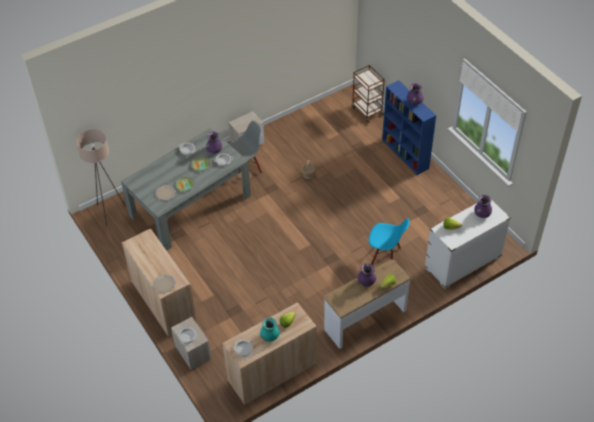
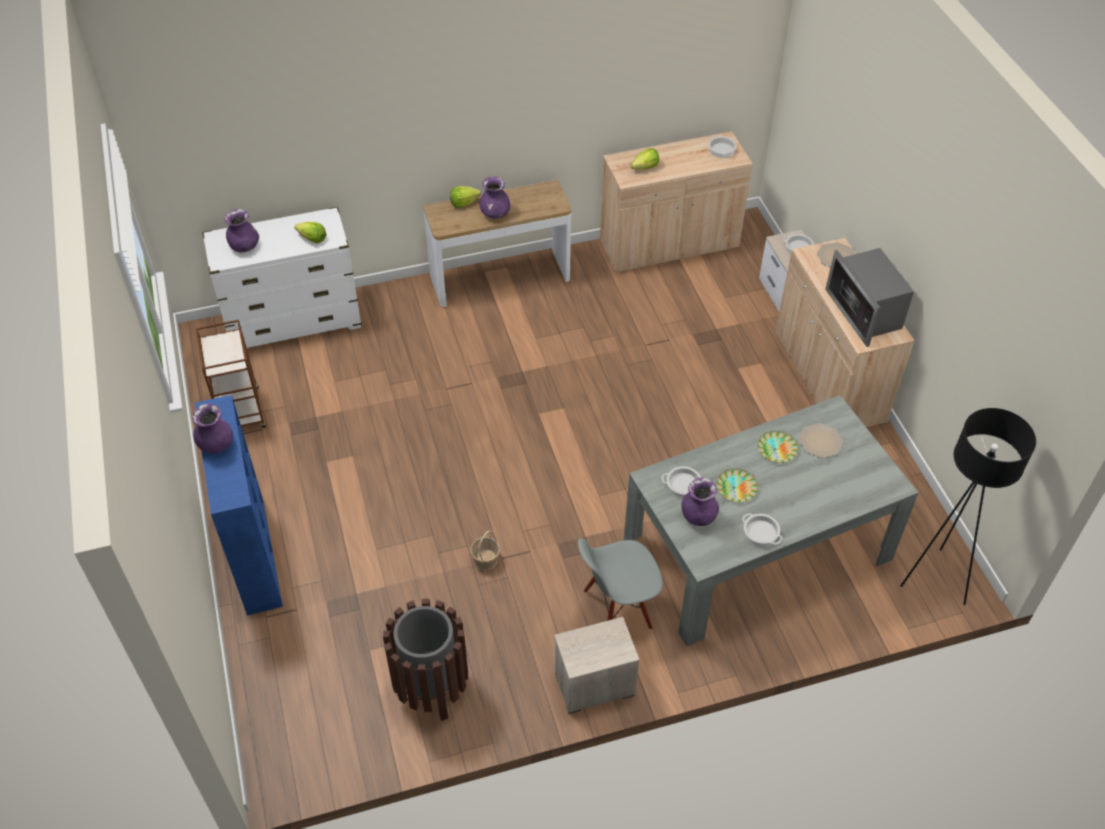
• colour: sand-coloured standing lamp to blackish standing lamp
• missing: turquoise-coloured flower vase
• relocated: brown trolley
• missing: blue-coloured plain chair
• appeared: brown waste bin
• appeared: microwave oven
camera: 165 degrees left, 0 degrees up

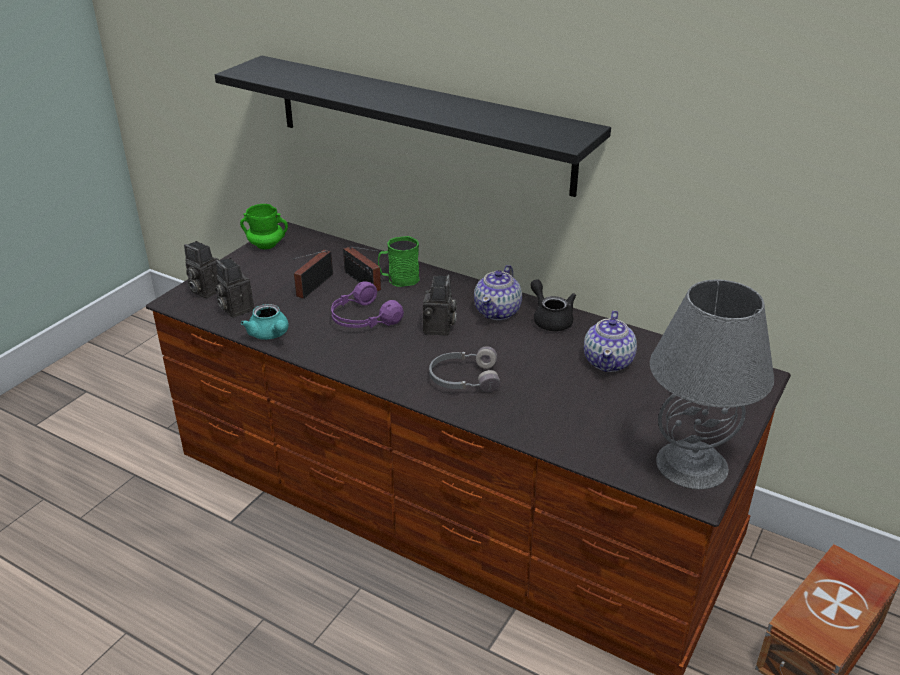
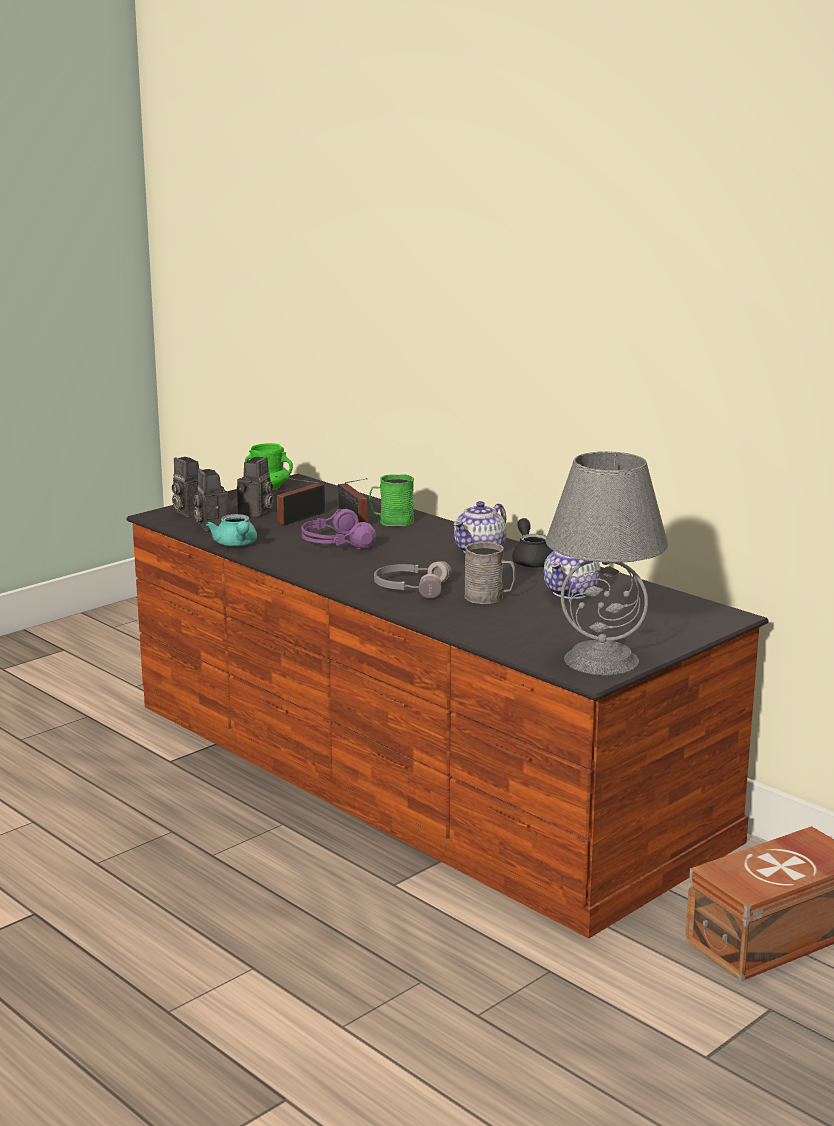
• missing: blackish wall shelf
• relocated: still camera (no. 3 from left)
• appeared: gray mug
camera: 15 degrees right, 15 degrees down

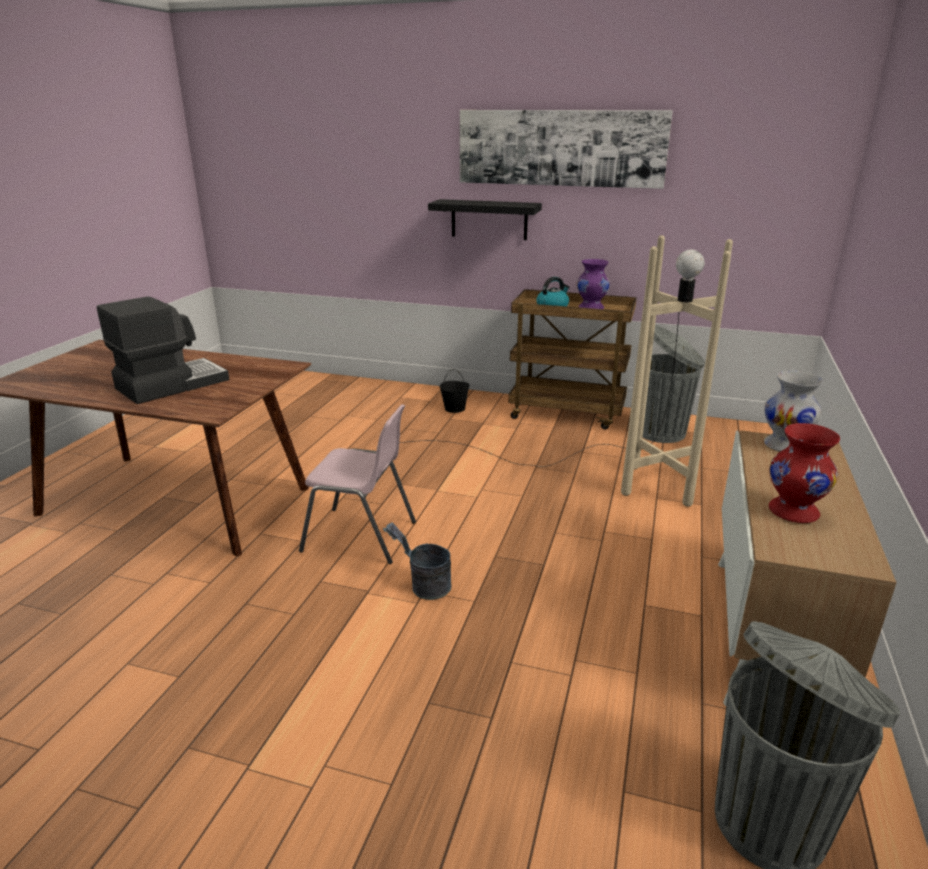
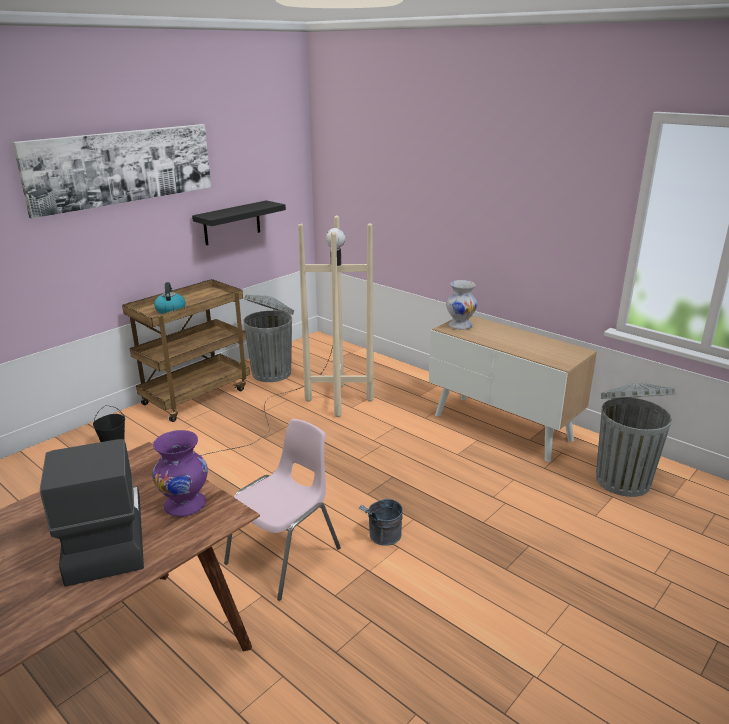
• relocated: blackish wall shelf
• relocated: purple flower vase
• missing: reddish flower vase
camera: 65 degrees left, 0 degrees up

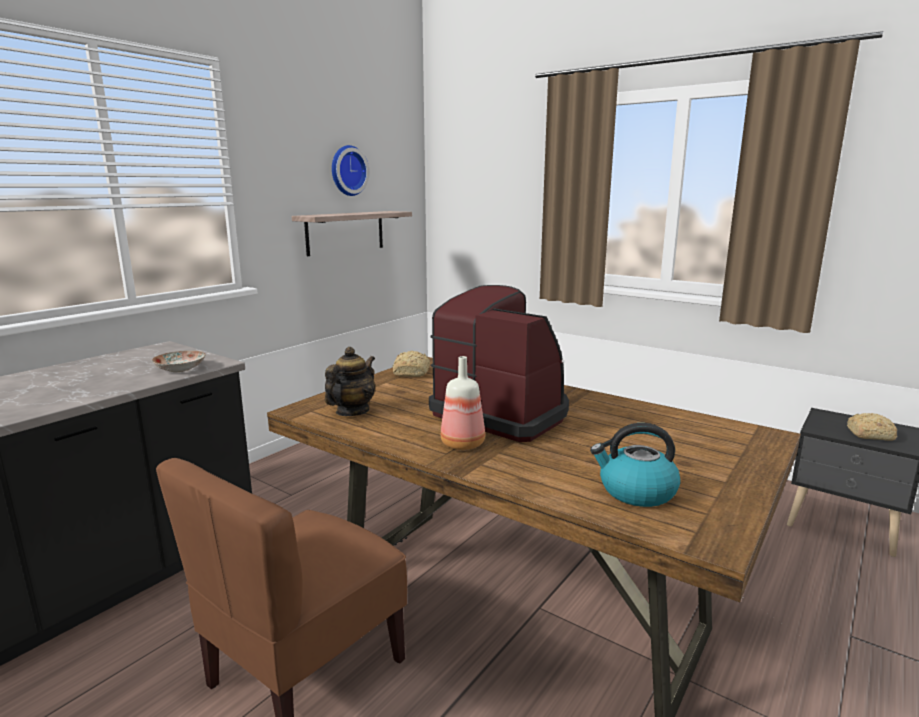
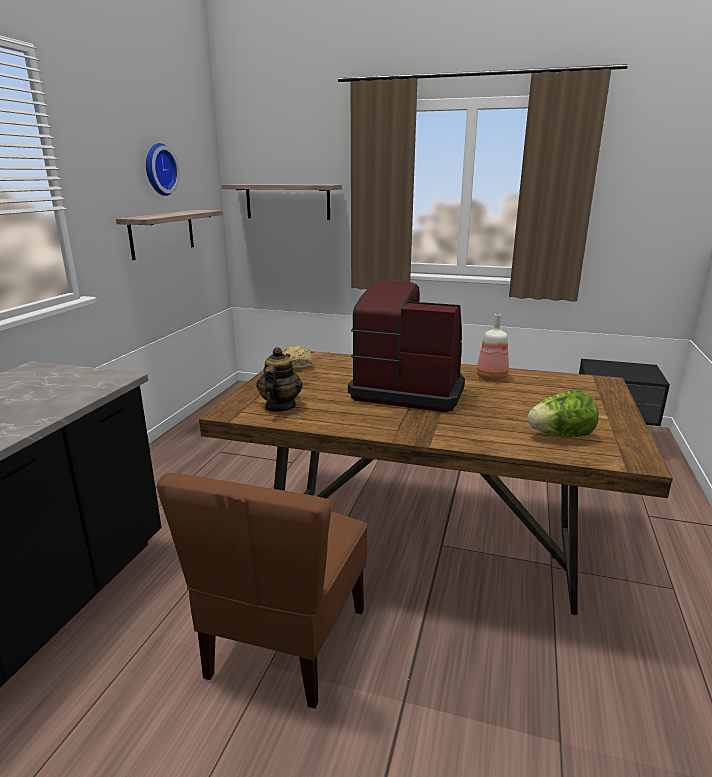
• missing: plate
• relocated: drink bottle
• exchanged: kettle to head of lettuce
• missing: baked bread (no. 2 from left)
• appeared: wall shelf (no. 2 from left)
camera: 20 degrees left, 5 degrees up

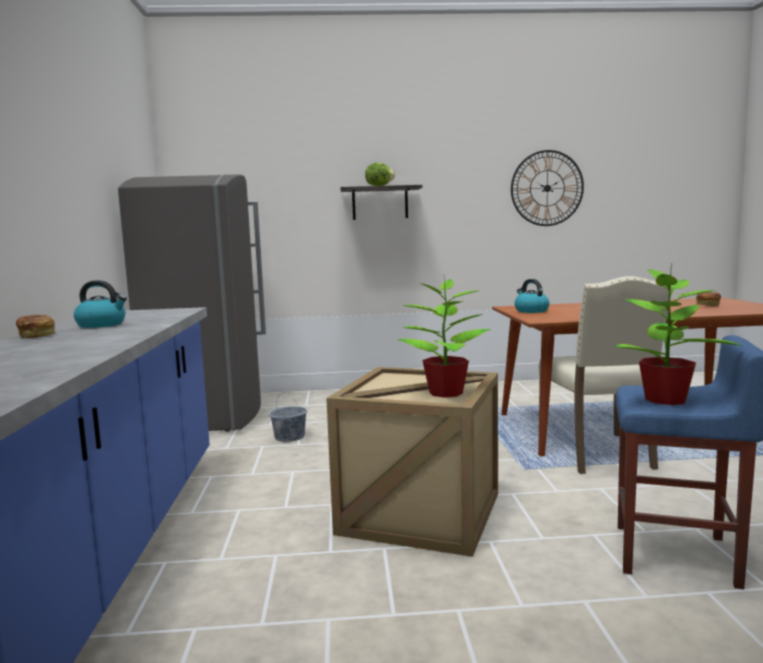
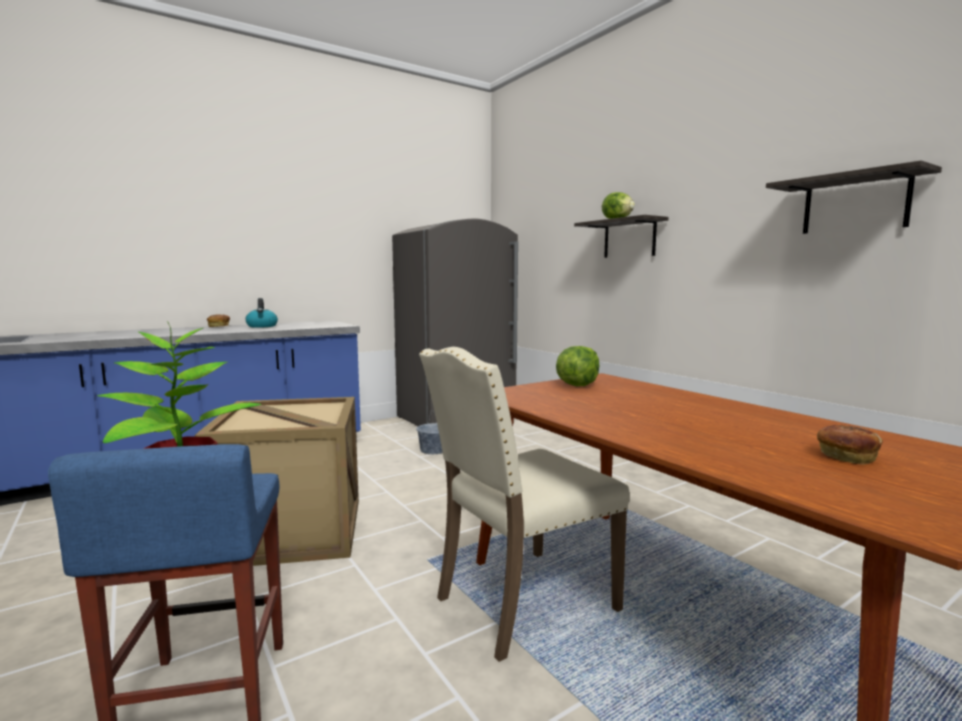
• missing: potted plant (no. 1 from left)
• exchanged: clock on the wall to wall shelf (no. 2 from left)
• exchanged: kettle (no. 2 from left) to head of lettuce (no. 1 from left)
camera: 60 degrees right, 0 degrees up

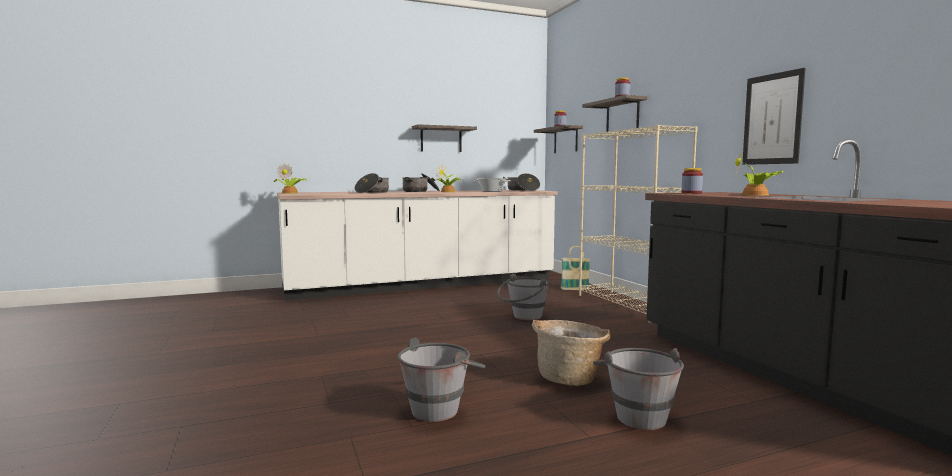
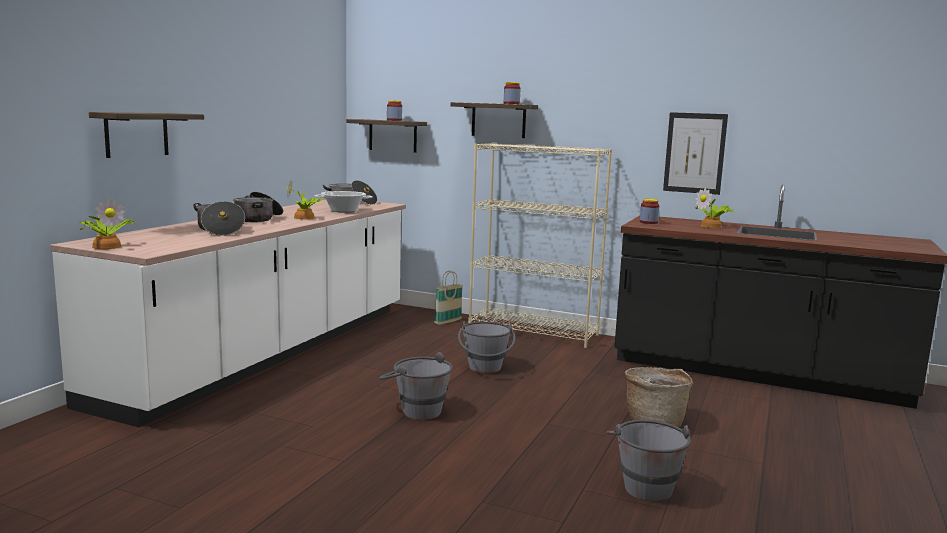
• relocated: wall shelf (no. 1 from left)
• relocated: gray water bucket (no. 3 from left in the first image) to gray water bucket (no. 1 from left)
camera: 45 degrees left, 5 degrees up

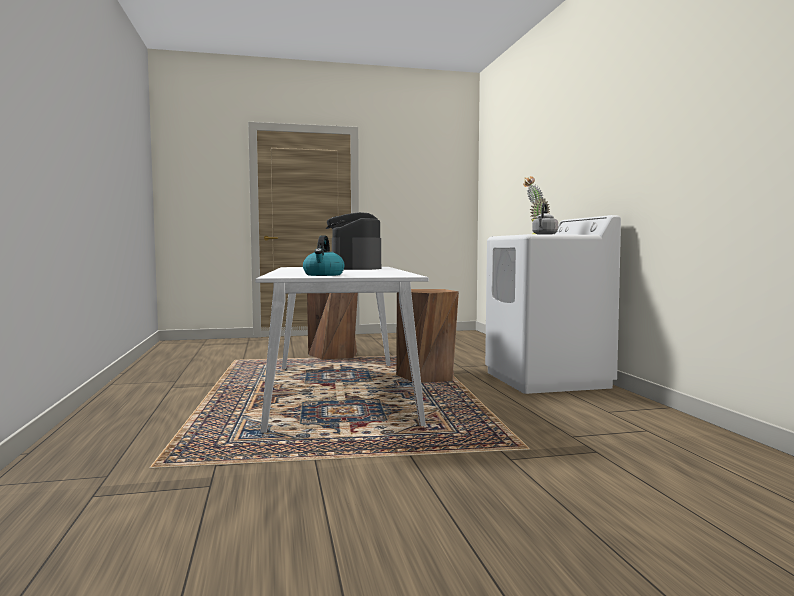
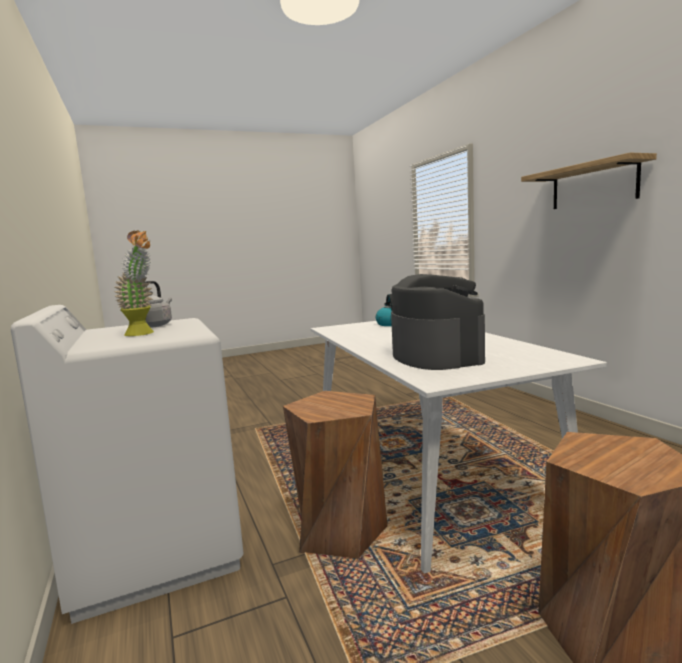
• appeared: wall shelf
camera: 170 degrees right, 5 degrees up

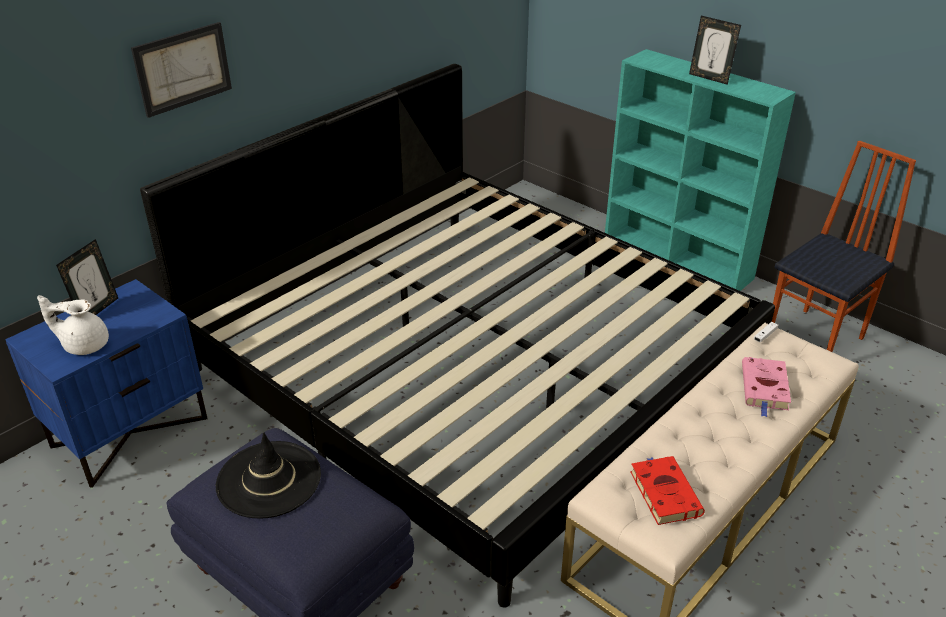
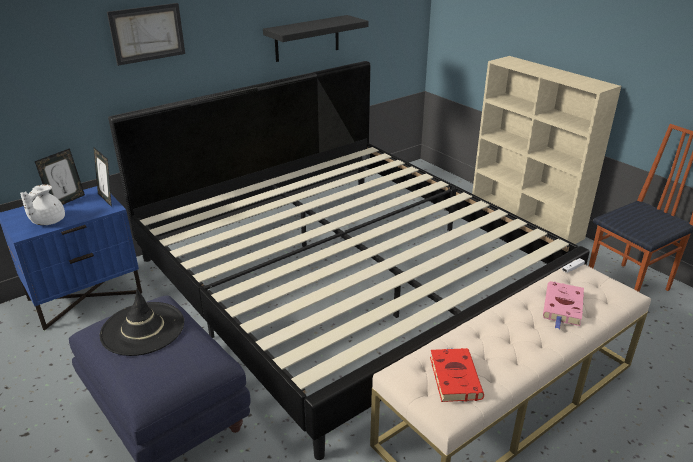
• spun: white-coloured tea pot 90 degrees counterclockwise
• colour: turquoise-coloured bookshelf to sand-coloured bookshelf
• relocated: standing frame (no. 2 from left)
• appeared: blackish wall shelf
camera: 10 degrees right, 5 degrees down

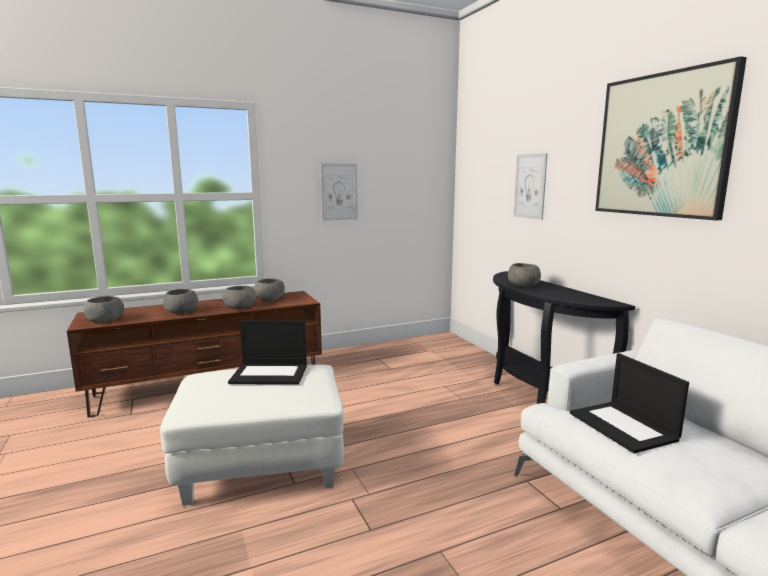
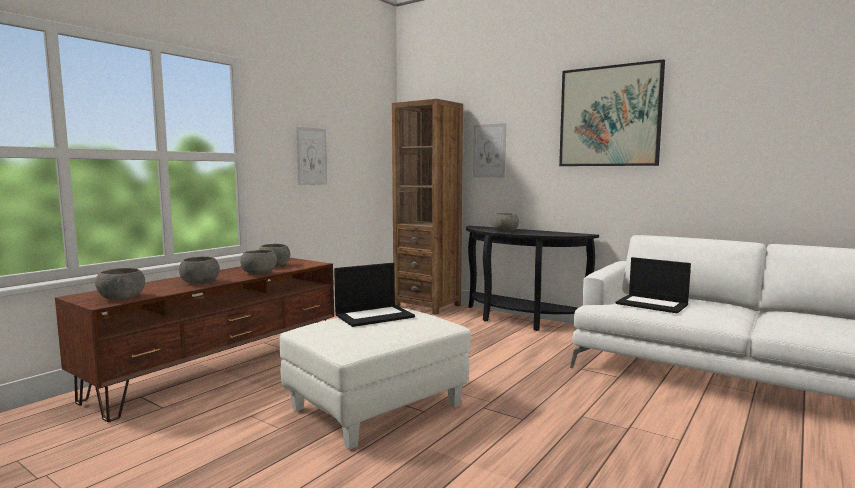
• appeared: brown bookshelf
camera: 30 degrees left, 5 degrees down

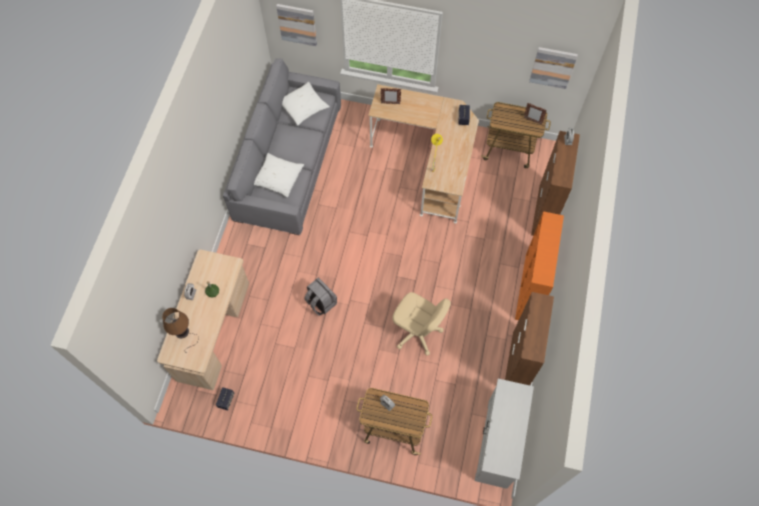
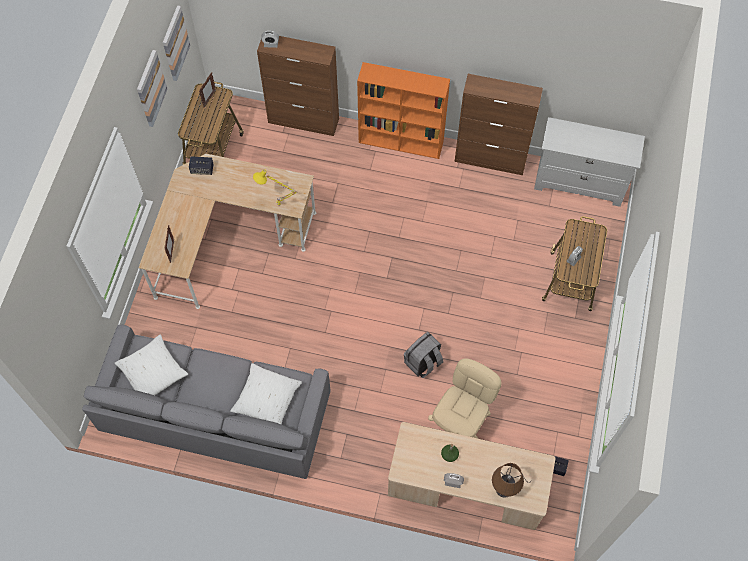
• relocated: wall picture (no. 1 from left)
• relocated: sand-coloured office chair
camera: 90 degrees left, 0 degrees up

